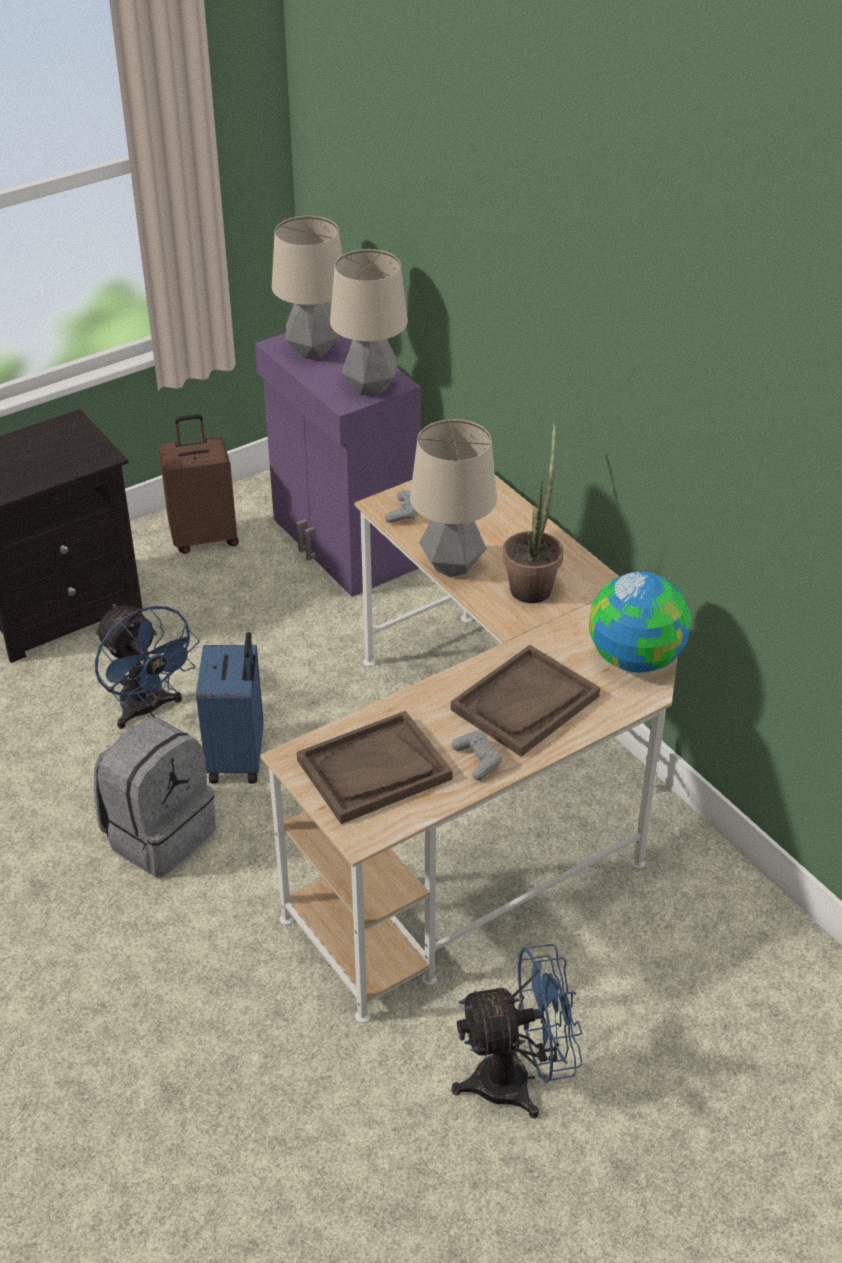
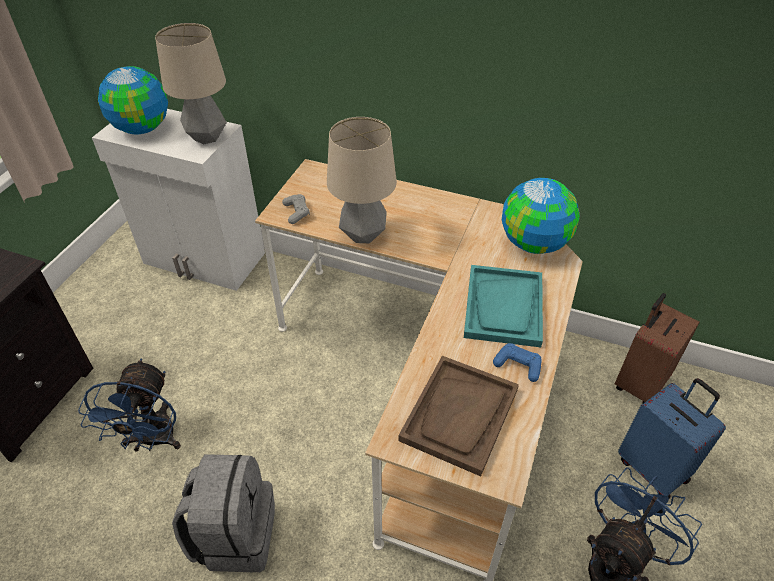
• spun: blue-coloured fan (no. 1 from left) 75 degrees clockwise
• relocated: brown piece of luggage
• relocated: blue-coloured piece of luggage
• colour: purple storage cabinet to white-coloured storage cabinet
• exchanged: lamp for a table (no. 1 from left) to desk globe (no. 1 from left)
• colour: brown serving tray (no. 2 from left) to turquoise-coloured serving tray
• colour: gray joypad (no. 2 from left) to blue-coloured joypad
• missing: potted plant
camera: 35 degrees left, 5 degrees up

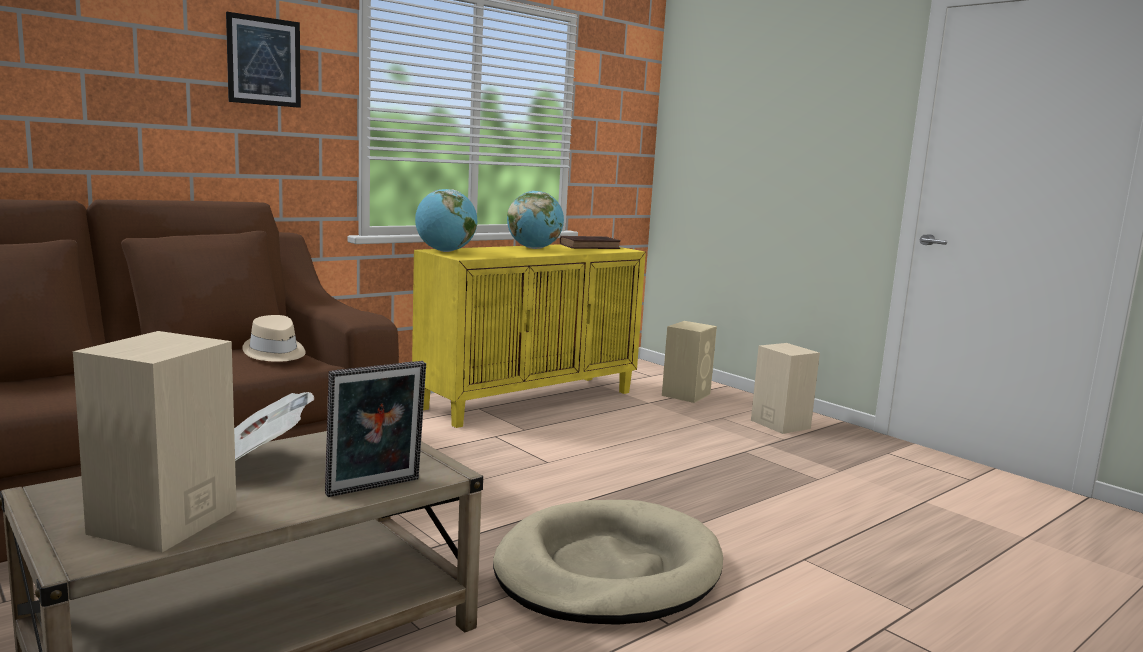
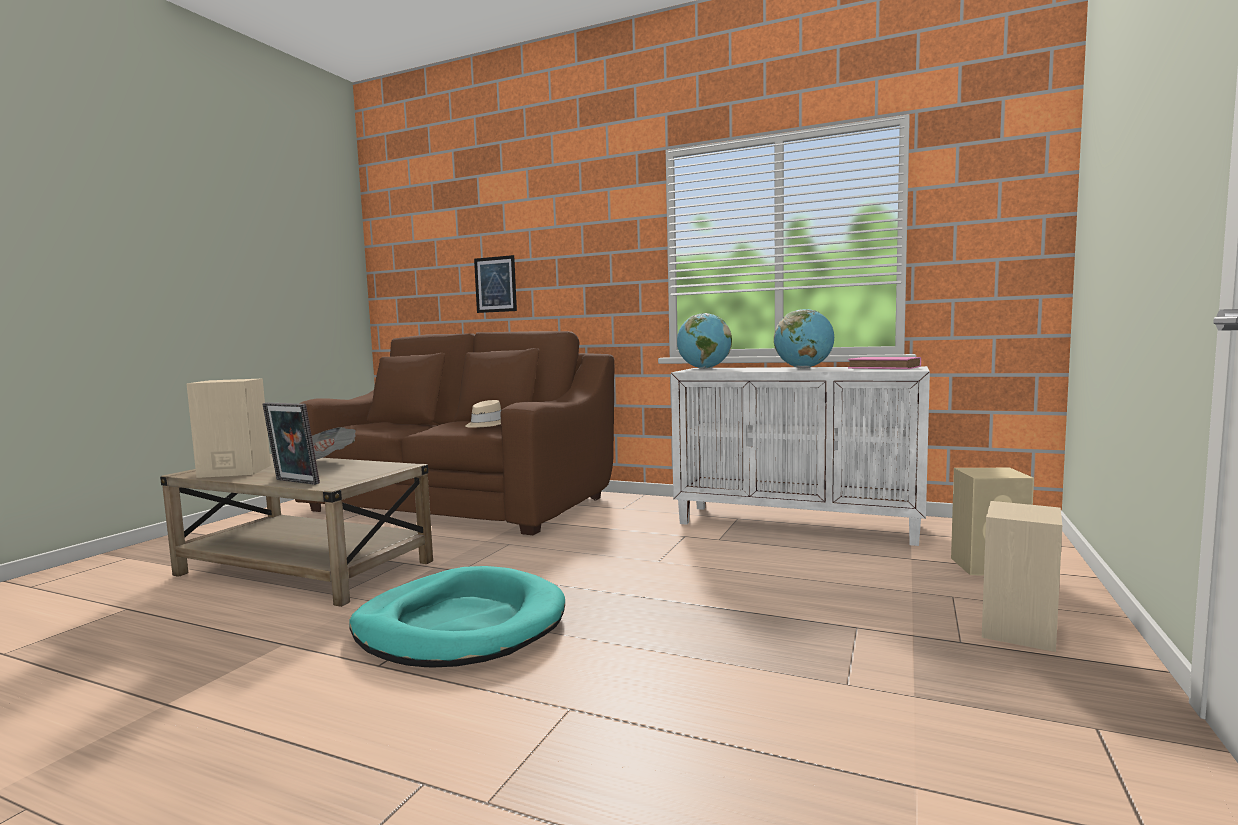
• relocated: wall picture
• colour: yellow-coloured storage cabinet to white-coloured storage cabinet
• colour: sand-coloured pet bed to turquoise-coloured pet bed
• colour: brown book to pink-coloured book
camera: 65 degrees right, 5 degrees down

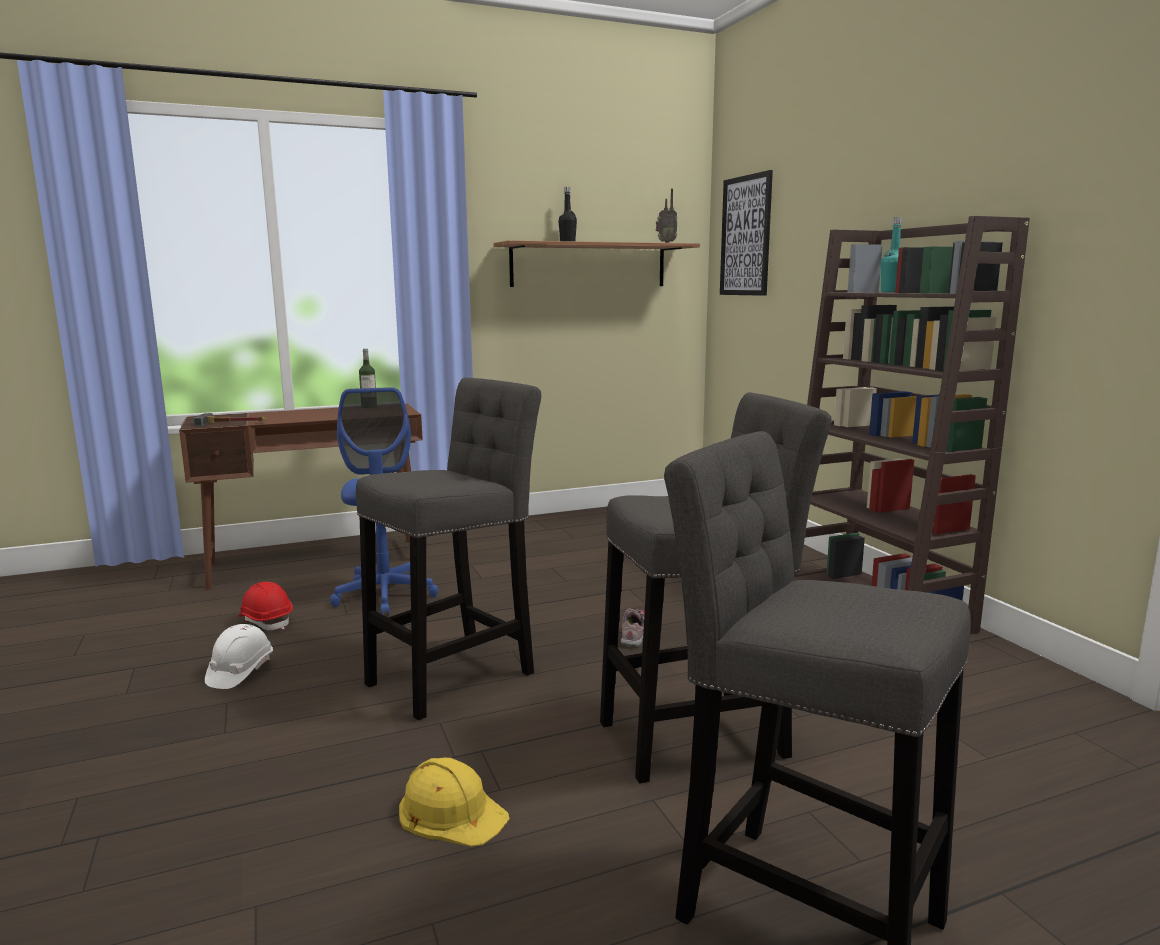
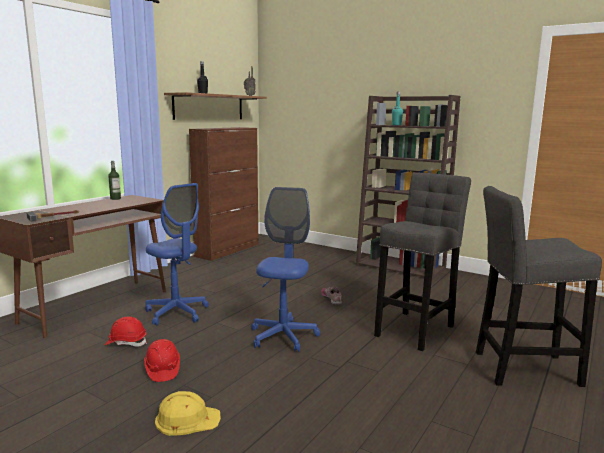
• colour: white-coloured hard hat to reddish hard hat (no. 2 from left)
• exchanged: gray stool (no. 1 from left) to blue-coloured office chair (no. 2 from left)
• relocated: yellow-coloured hard hat
• missing: wall picture
• appeared: brown storage cabinet
camera: 35 degrees left, 0 degrees up

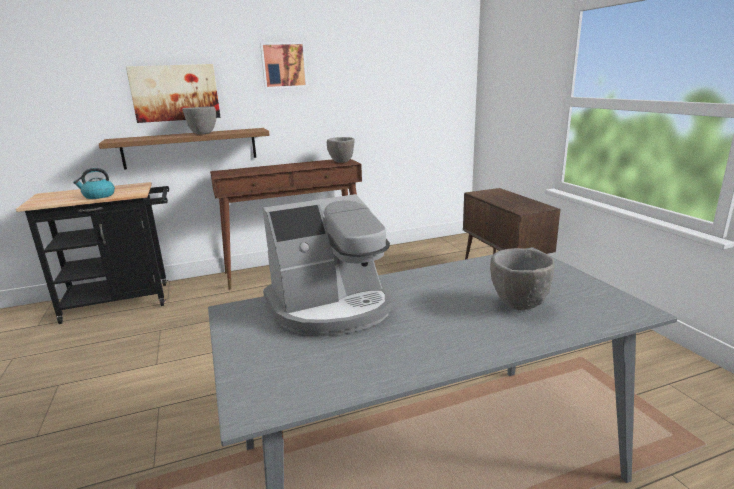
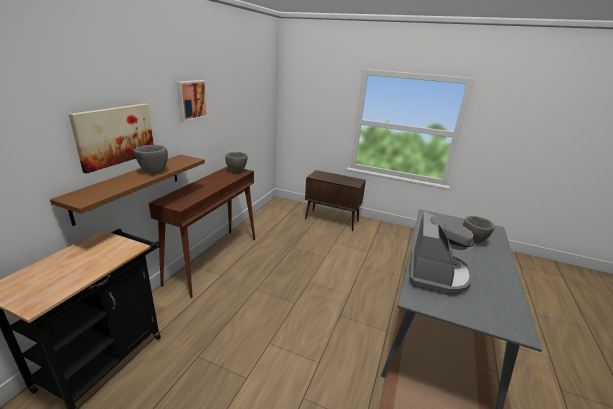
• missing: kettle
camera: 50 degrees left, 5 degrees up

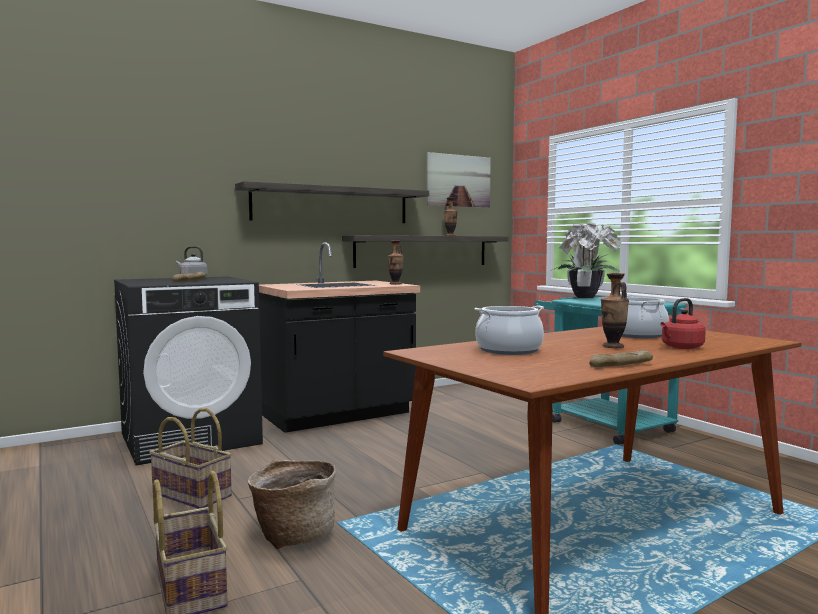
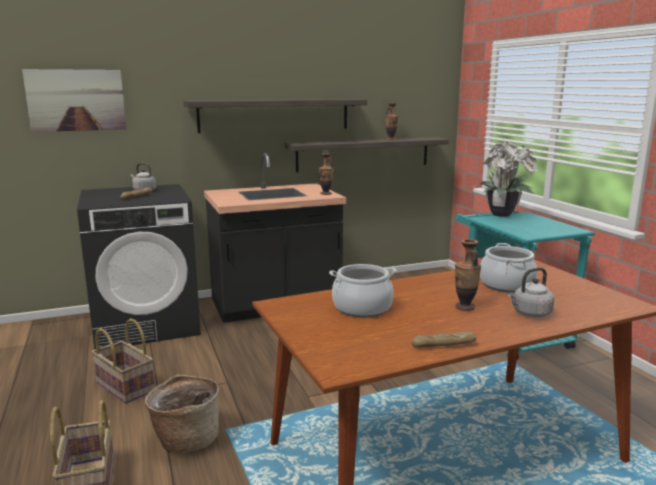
• relocated: wall picture
• colour: reddish kettle to gray kettle (no. 2 from left)
camera: 10 degrees right, 10 degrees up

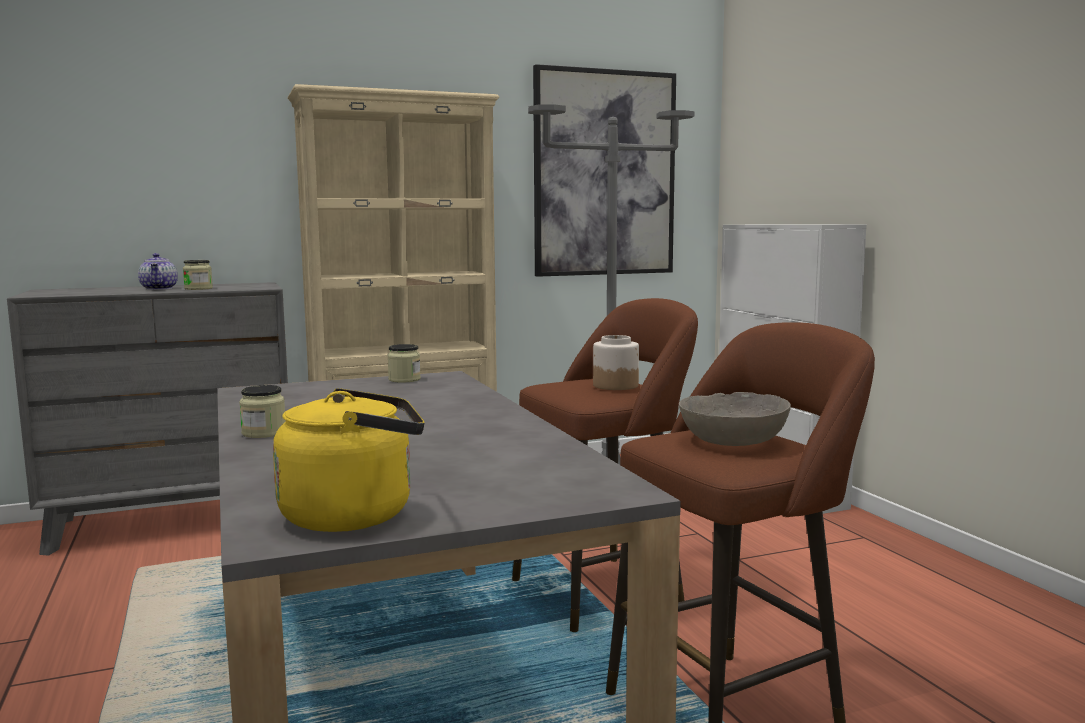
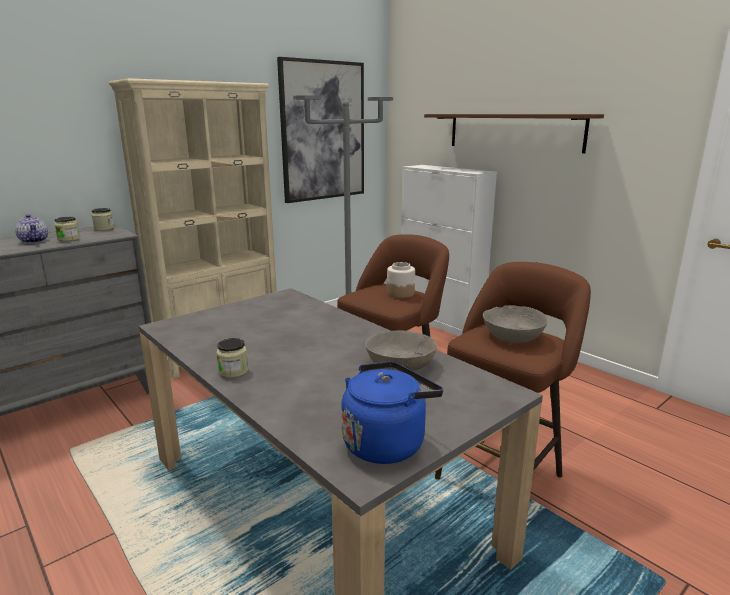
• colour: yellow-coloured kettle to blue-coloured kettle
• relocated: preserve jar (no. 3 from left in the first image) to preserve jar (no. 2 from left)
• appeared: gray serving bowl (no. 1 from left)
• appeared: brown wall shelf
camera: 20 degrees left, 10 degrees up

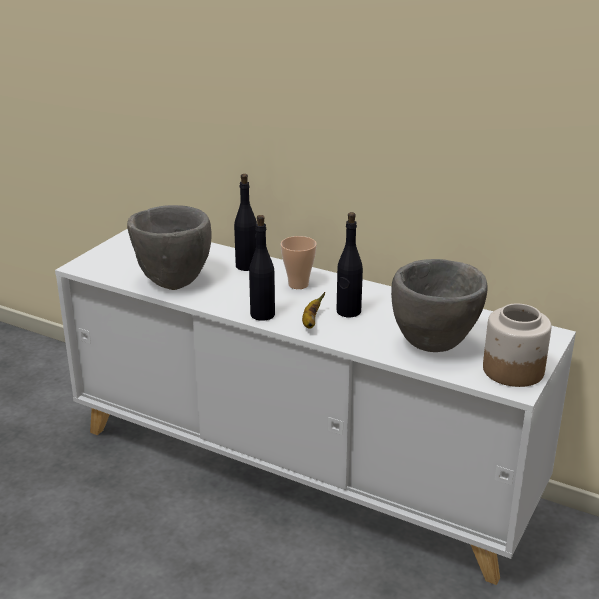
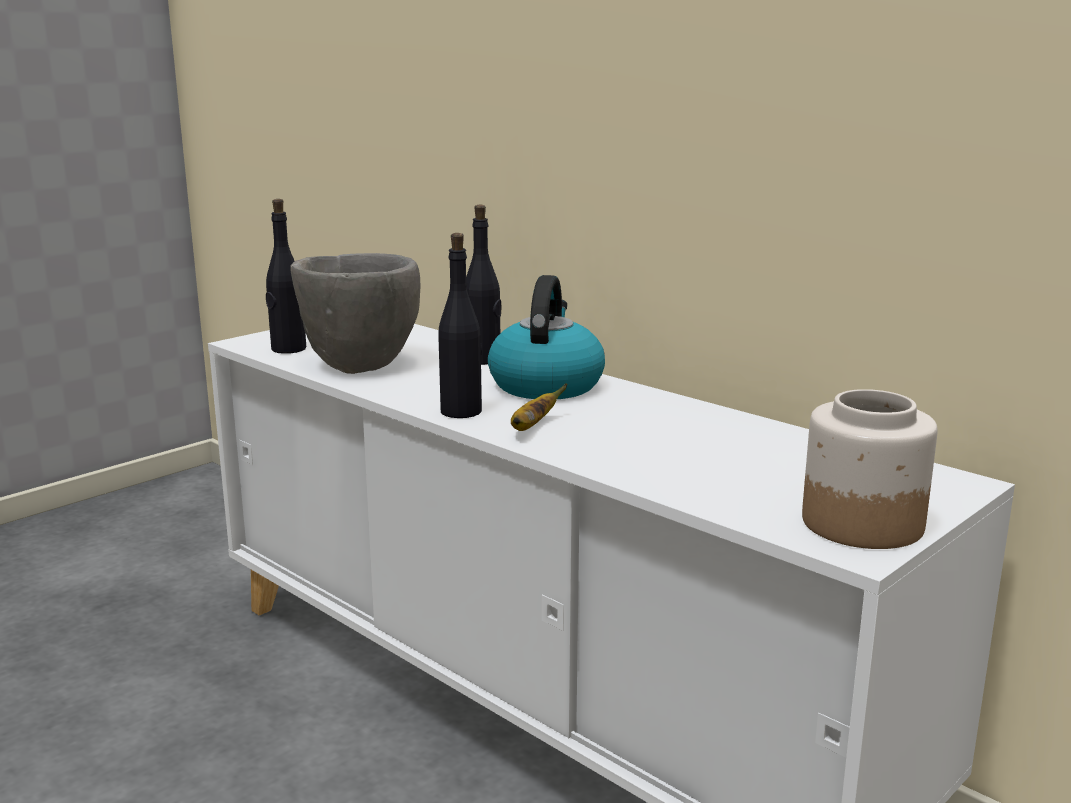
• exchanged: cup to kettle
• relocated: blackish drink bottle (no. 3 from left in the first image) to blackish drink bottle (no. 1 from left)
• missing: gray serving bowl (no. 2 from left)
camera: 15 degrees right, 10 degrees down

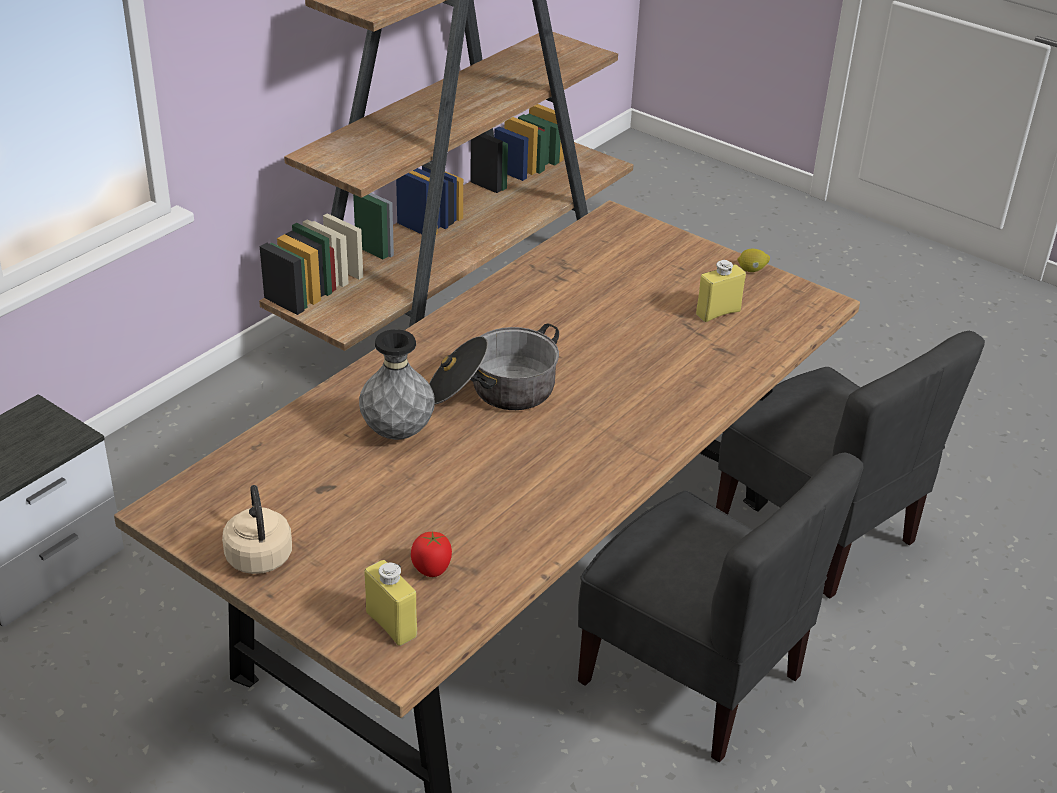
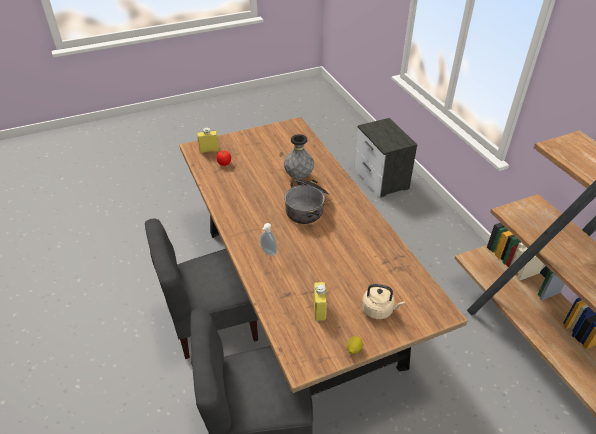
• relocated: sand-coloured kettle
• appeared: soap bottle
camera: 120 degrees right, 5 degrees up

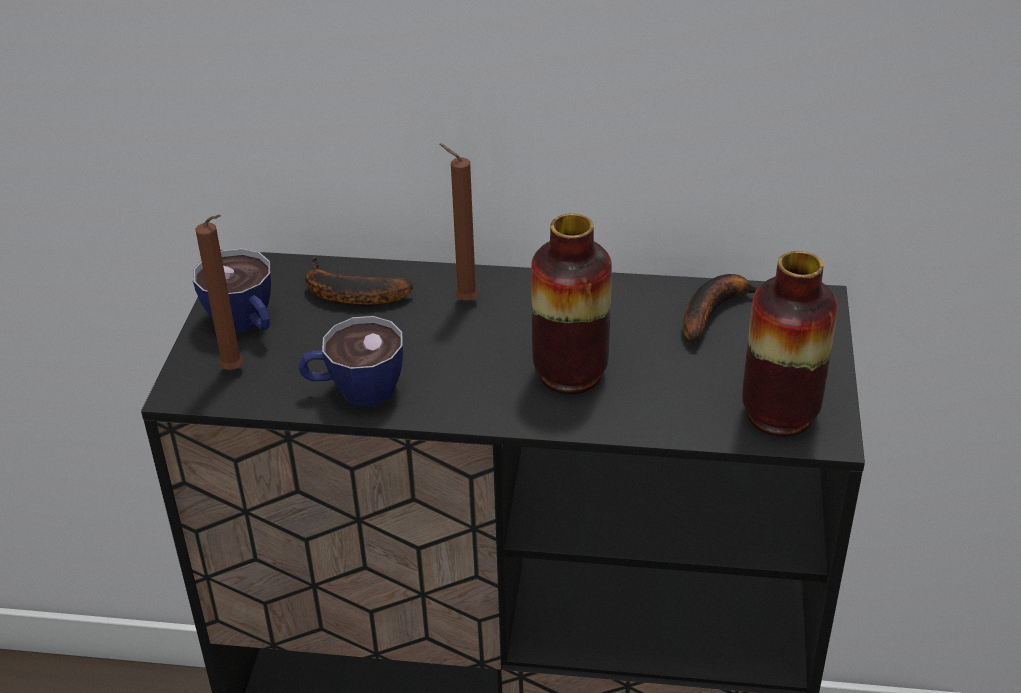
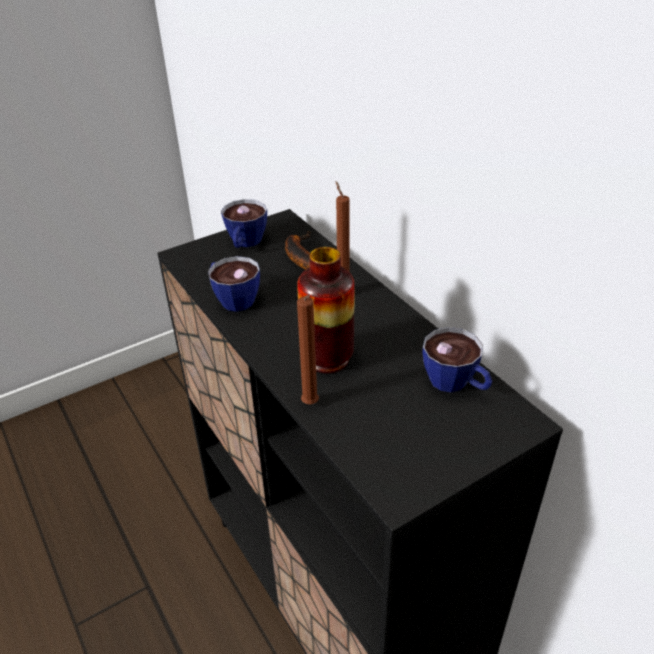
• relocated: brown wax light (no. 1 from left)
• exchanged: banana fruit (no. 2 from left) to cup (no. 3 from left)
• missing: flower vase (no. 2 from left)
camera: 50 degrees right, 0 degrees up

